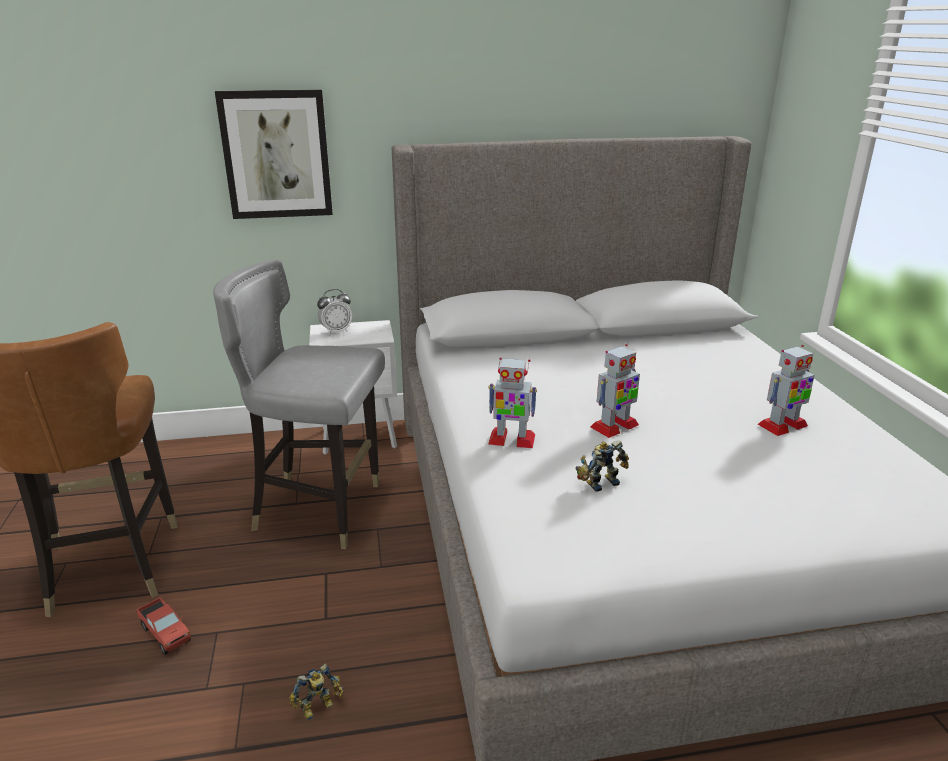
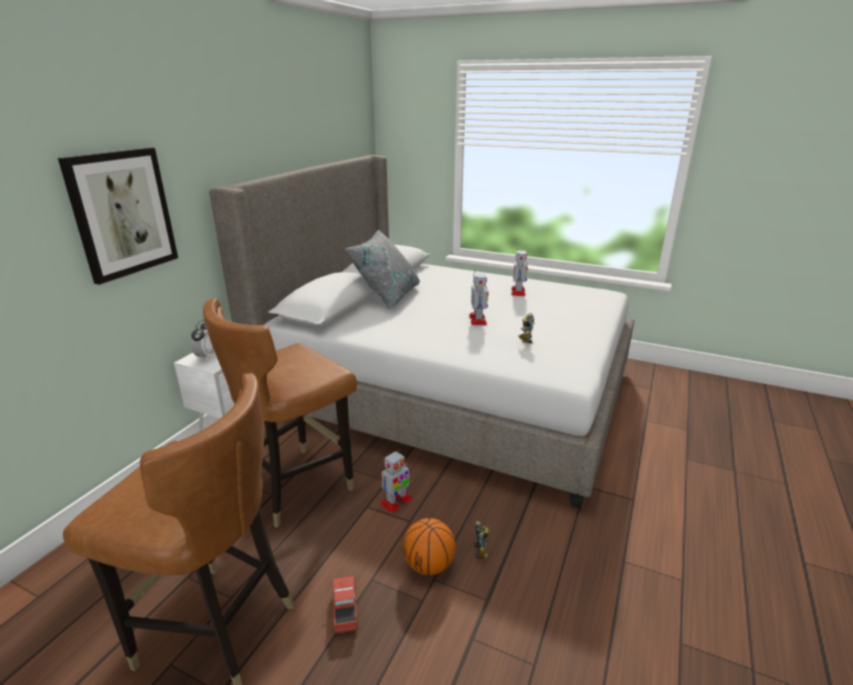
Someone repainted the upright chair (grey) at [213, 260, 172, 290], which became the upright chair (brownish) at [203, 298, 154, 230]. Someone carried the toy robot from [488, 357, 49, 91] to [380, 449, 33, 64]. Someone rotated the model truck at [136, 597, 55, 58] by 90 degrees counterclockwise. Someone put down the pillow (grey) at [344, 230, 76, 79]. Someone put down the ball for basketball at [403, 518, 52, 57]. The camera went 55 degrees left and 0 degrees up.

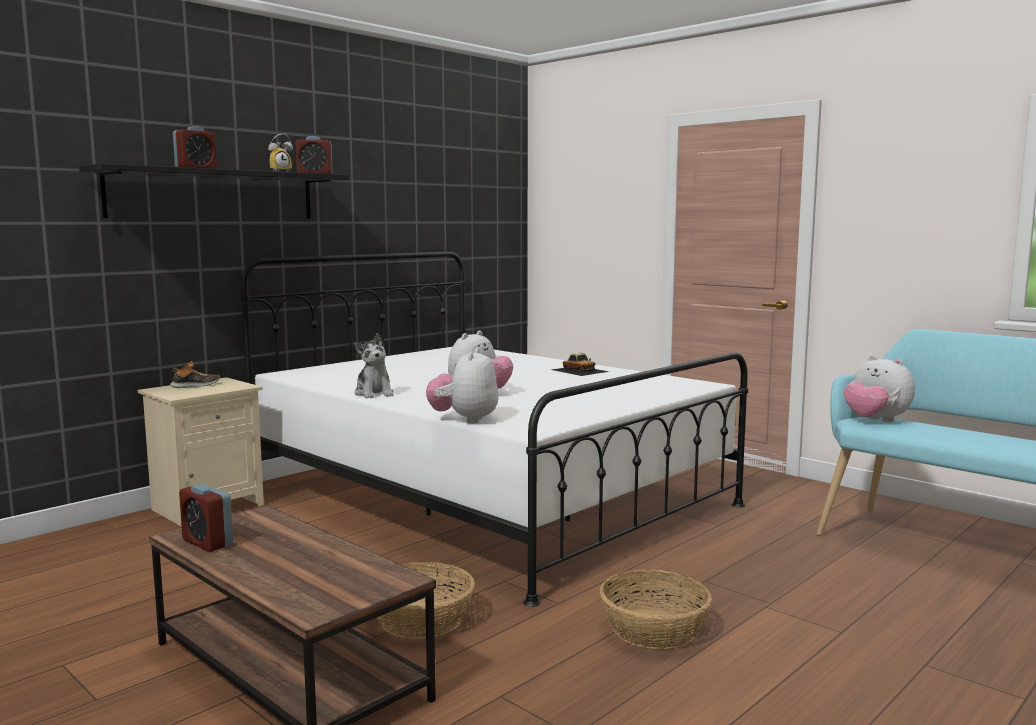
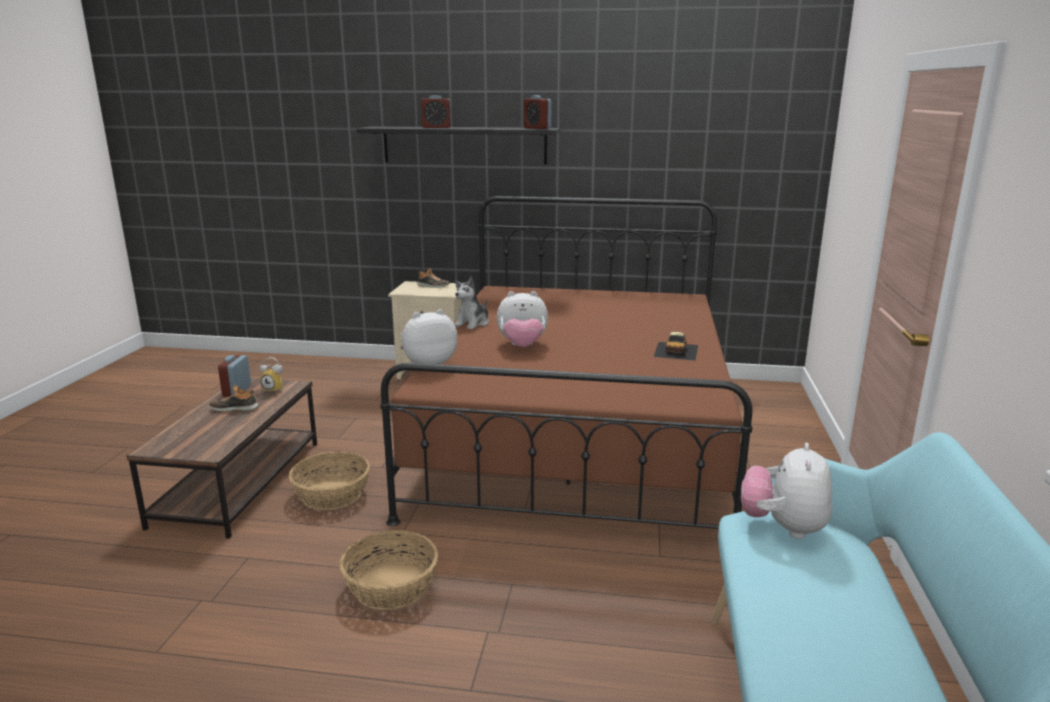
Someone carried the table clock from [268, 134, 25, 38] to [260, 357, 23, 36]. Someone repainted the sleeping bed (white) at [240, 251, 508, 356], which became the sleeping bed (brownish) at [380, 196, 373, 333]. Someone put down the item of footwear at [209, 385, 50, 27]. The camera went 55 degrees right and 10 degrees up.

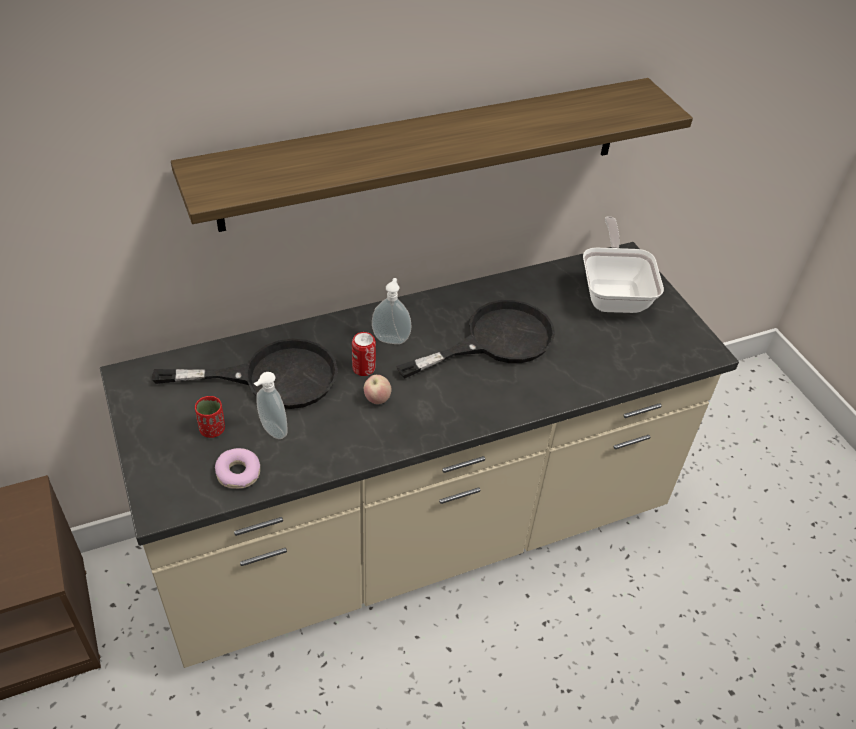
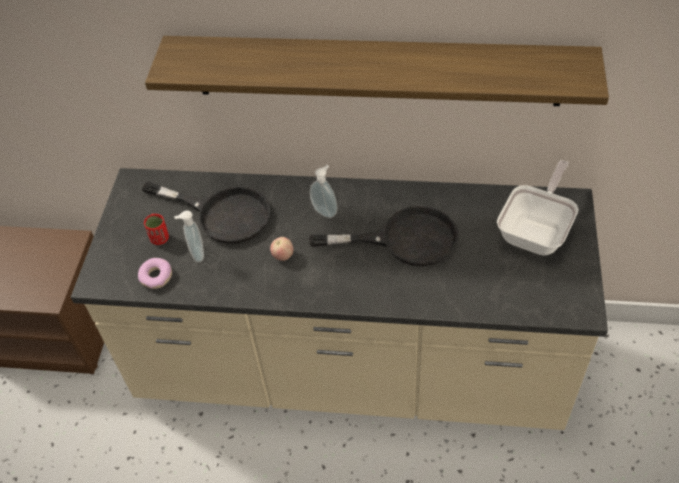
Someone took away the sealed can at [352, 332, 24, 44]. The camera went 35 degrees right and 5 degrees up.

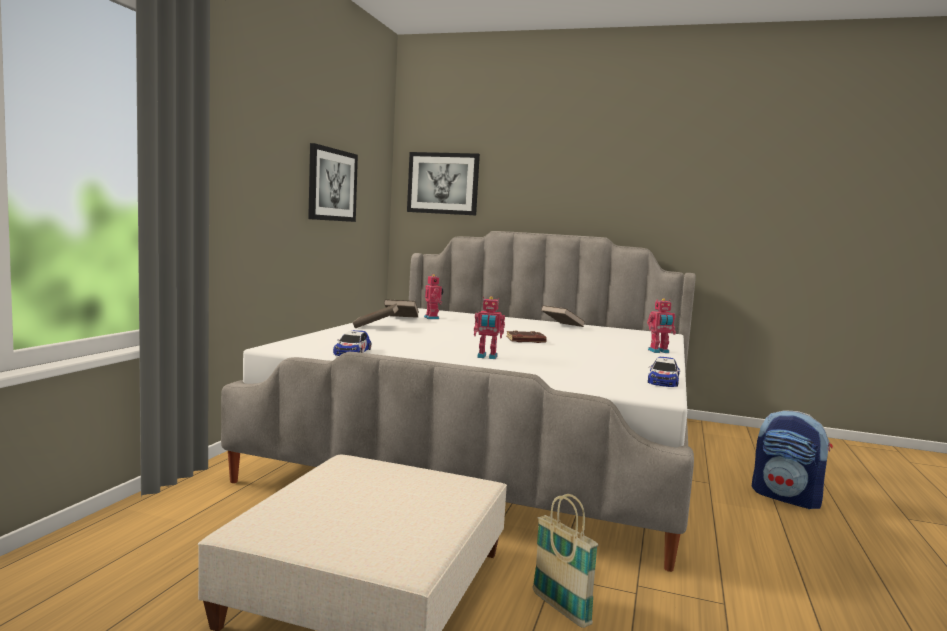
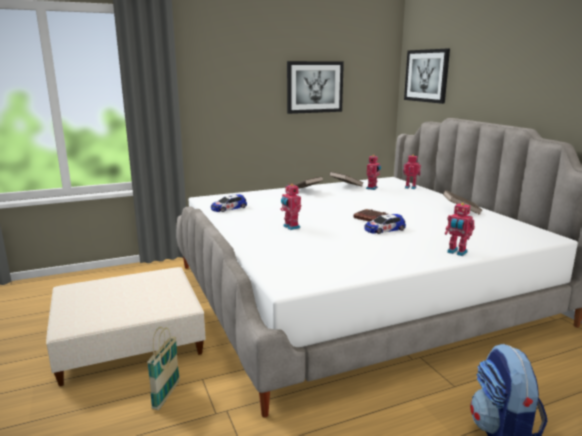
Someone carried the toy car from [648, 357, 32, 30] to [364, 214, 42, 20]. Someone put down the toy robot at [403, 155, 18, 34]. The camera went 50 degrees right and 10 degrees up.

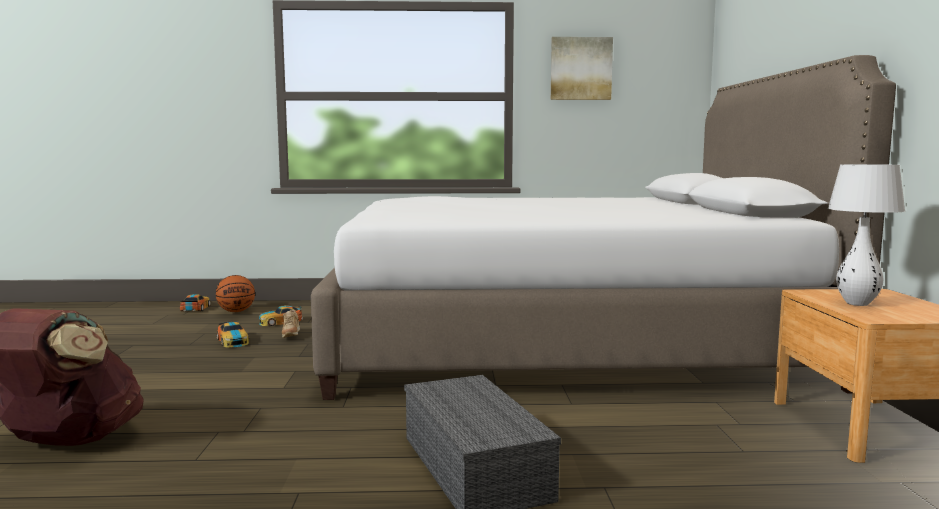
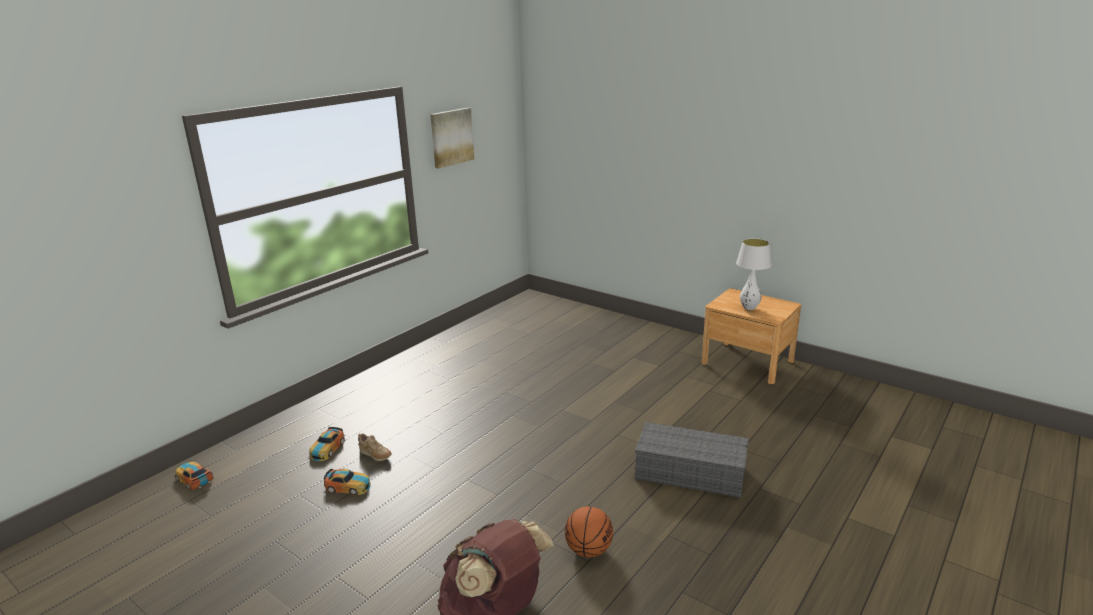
Someone took away the sleeping bed (white) at [311, 55, 585, 345]. Someone carried the ball for basketball from [216, 275, 39, 37] to [565, 506, 48, 51]. The camera went 50 degrees left and 15 degrees up.

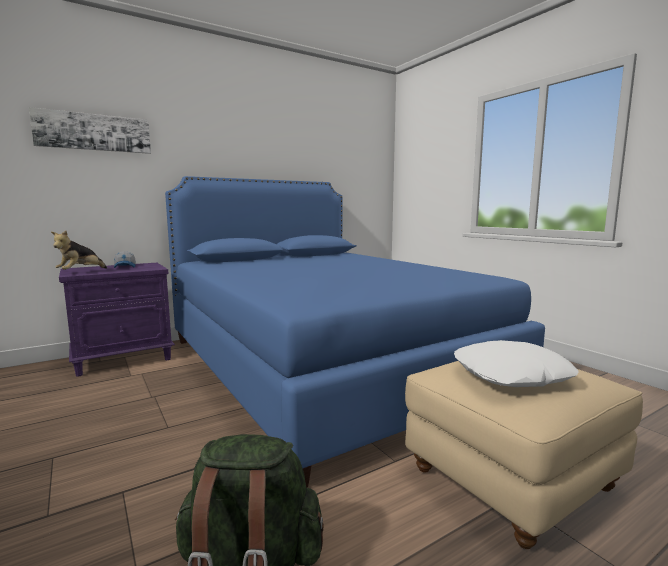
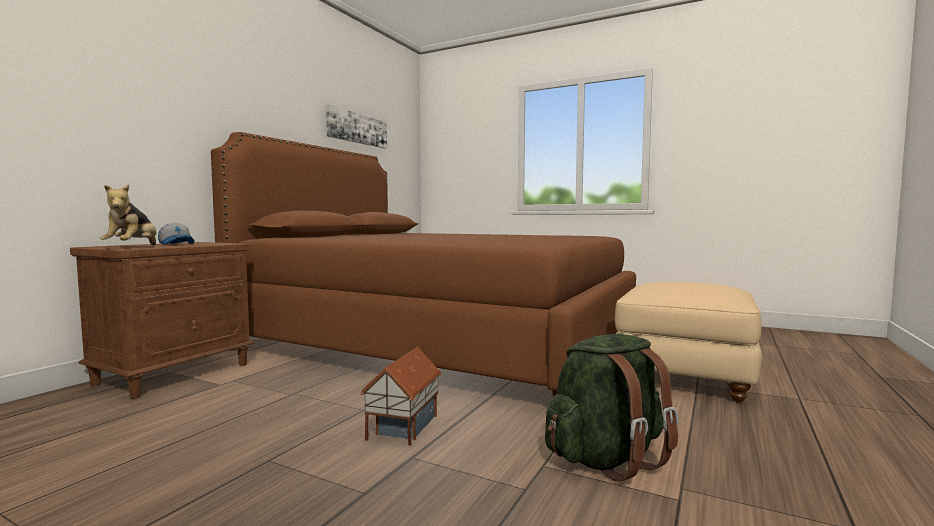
Someone carried the wall picture from [29, 107, 122, 47] to [326, 104, 61, 45]. Someone repainted the sleeping bed (blue-coloured) at [165, 176, 380, 312], which became the sleeping bed (brownish) at [211, 132, 425, 265]. Someone repainted the nightstand (purple) at [59, 263, 116, 114], which became the nightstand (brownish) at [70, 242, 184, 157]. Someone took away the pillow (white) at [454, 340, 125, 47]. Someone put down the miniature house at [360, 347, 82, 98]. The camera went 30 degrees left and 5 degrees down.

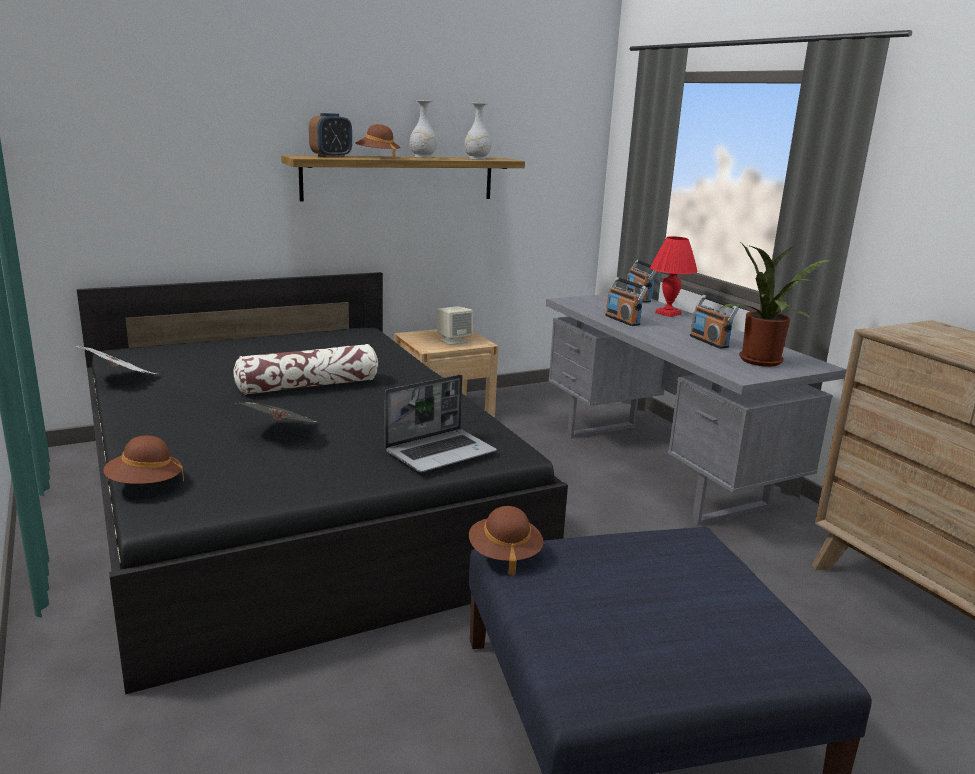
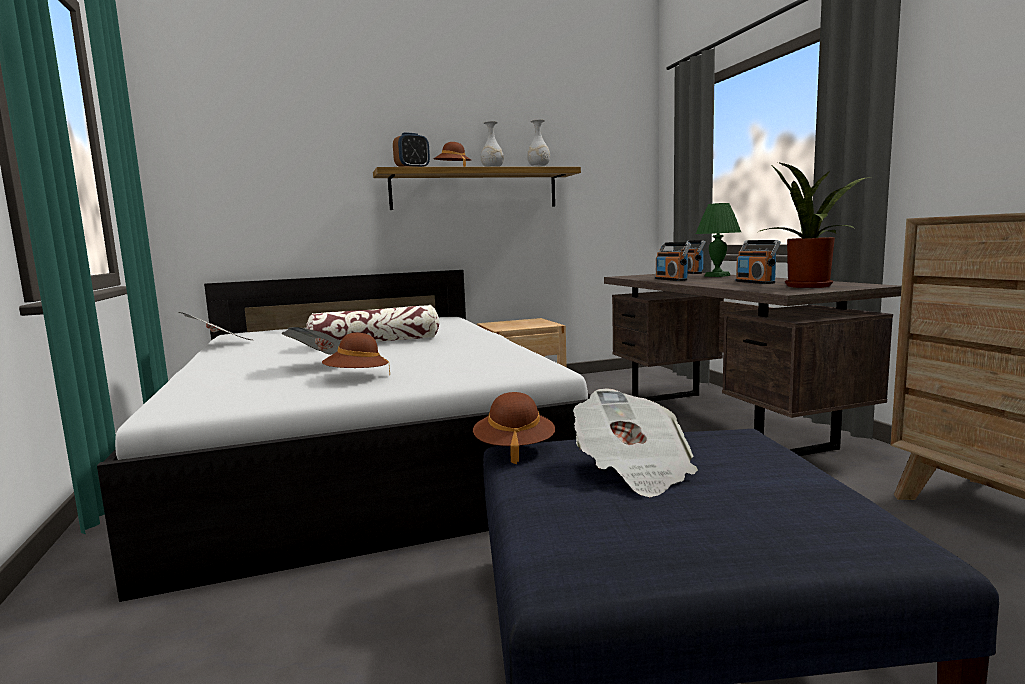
Someone repainted the tabletop lamp (reddish) at [650, 236, 48, 81], which became the tabletop lamp (green) at [696, 203, 45, 74]. Someone repainted the sleeping bed (black-coloured) at [77, 272, 491, 422], which became the sleeping bed (white) at [97, 270, 494, 332]. Someone repainted the desk (grey) at [546, 294, 301, 232], which became the desk (brownish) at [604, 273, 298, 183]. Someone took away the loudspeaker (beige-coloured) at [437, 306, 36, 39]. Someone took away the laptop at [385, 374, 112, 98]. Someone carried the clothing hat (brownish) from [103, 435, 81, 49] to [322, 333, 68, 42]. Someone put down the printed paper at [573, 388, 125, 109]. The camera went 10 degrees right and 10 degrees down.

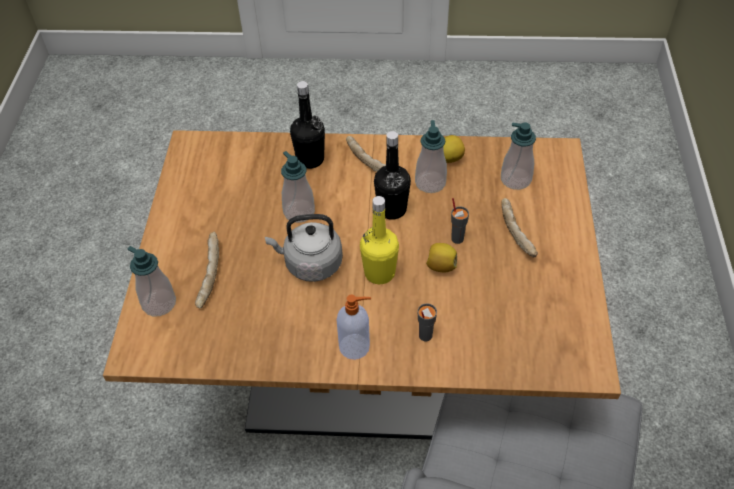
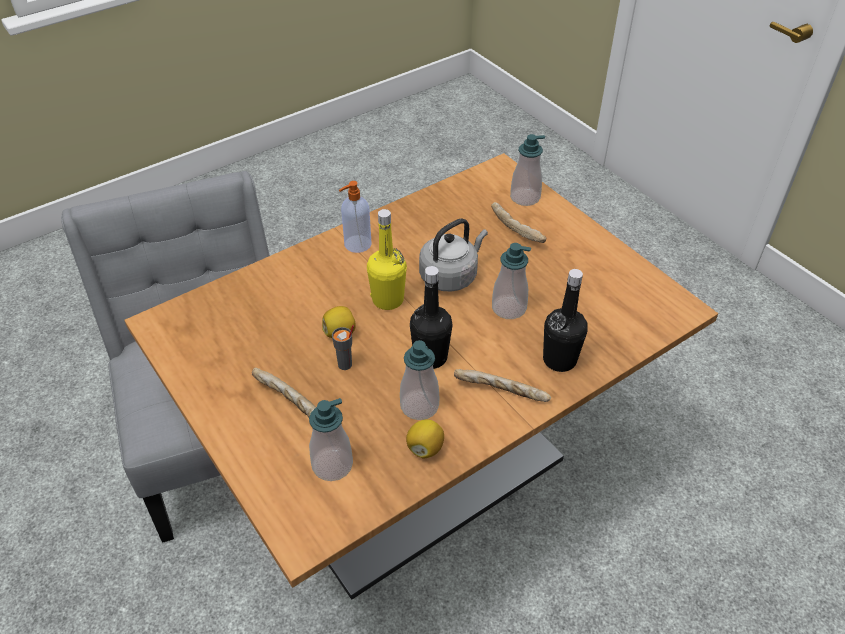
Someone took away the small cup (grey) at [418, 303, 19, 39]. The camera went 140 degrees right and 5 degrees down.

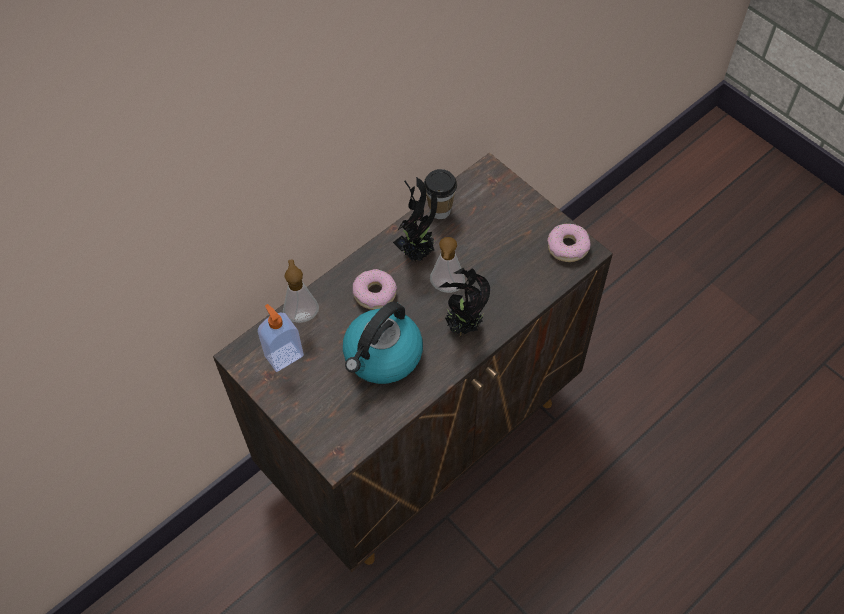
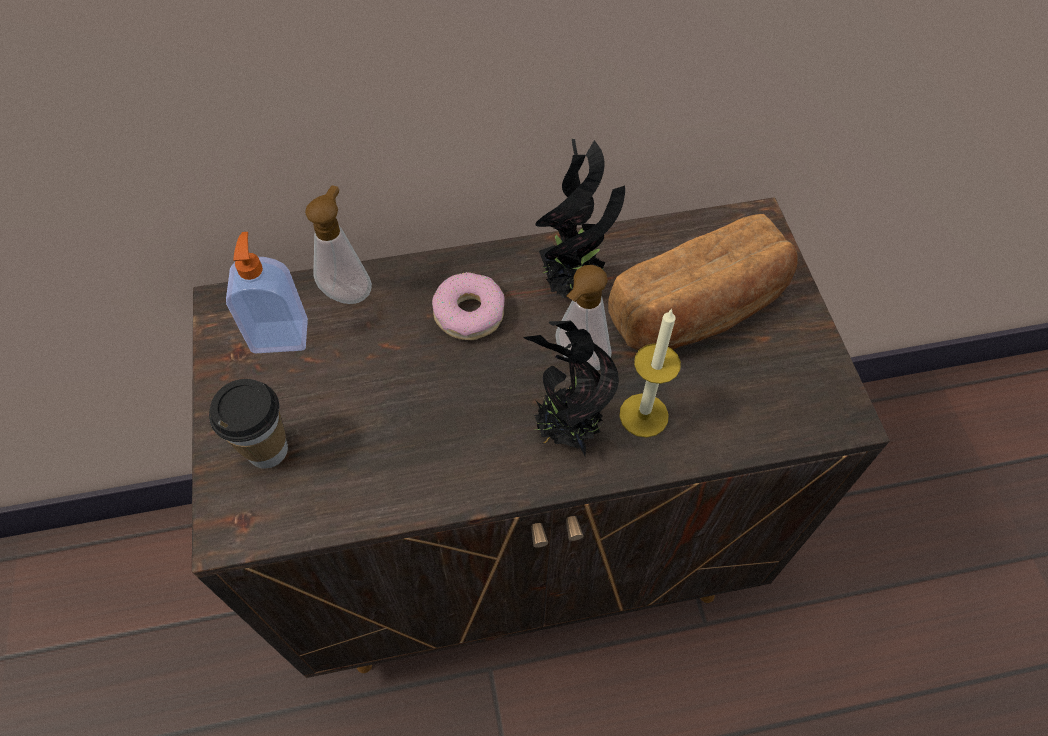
Someone carried the small cup from [424, 169, 33, 50] to [209, 379, 79, 90]. Someone took away the ring doughnut at [547, 224, 43, 38]. Someone took away the kettle at [343, 301, 80, 83]. Someone put down the baked bread at [608, 214, 190, 136]. Someone put down the wax candle at [619, 309, 62, 128]. The camera went 30 degrees right and 0 degrees up.

